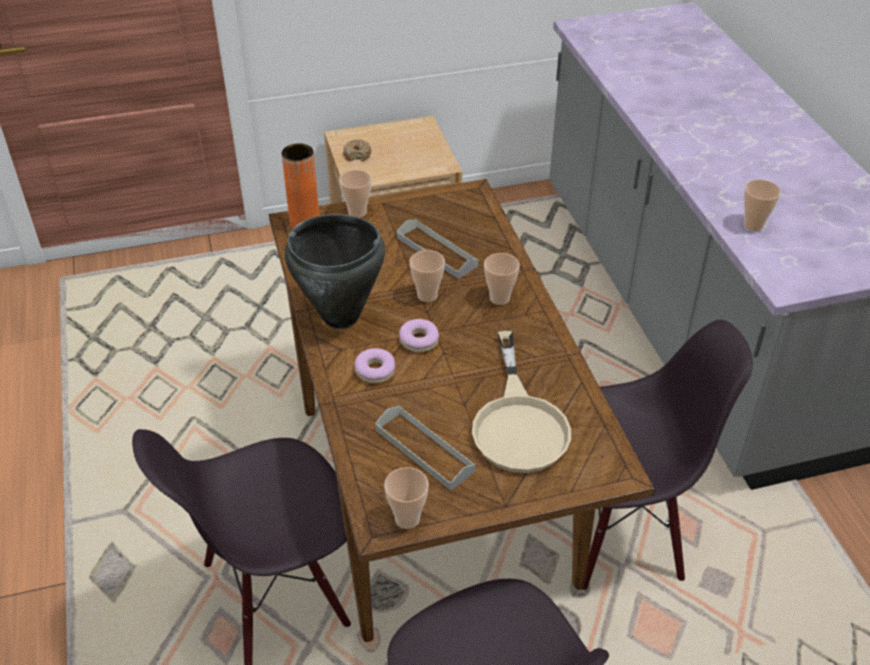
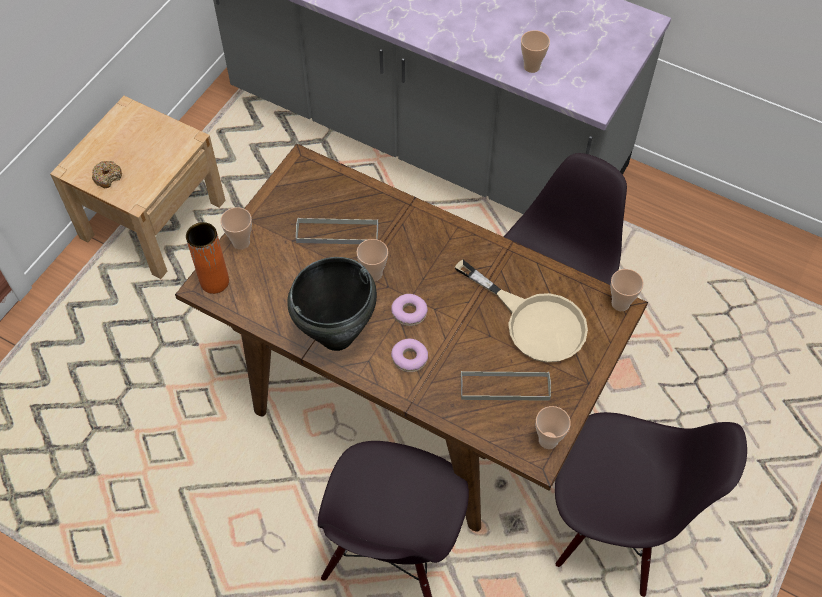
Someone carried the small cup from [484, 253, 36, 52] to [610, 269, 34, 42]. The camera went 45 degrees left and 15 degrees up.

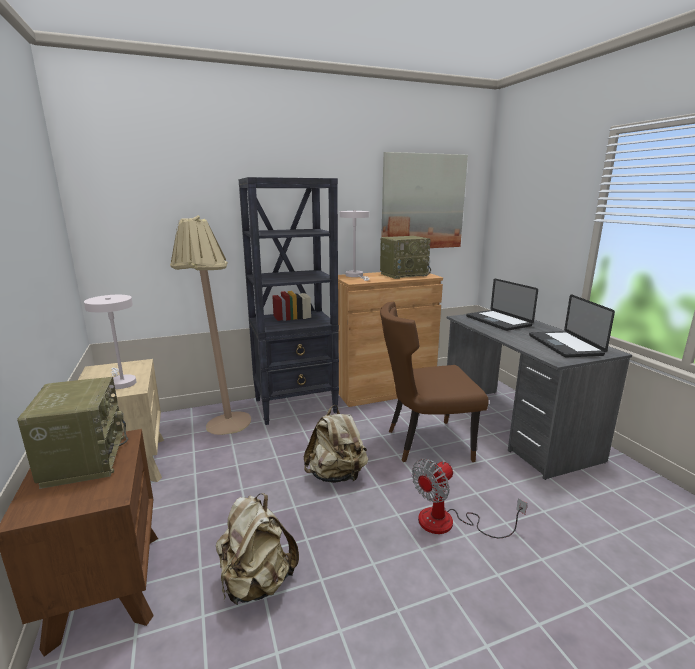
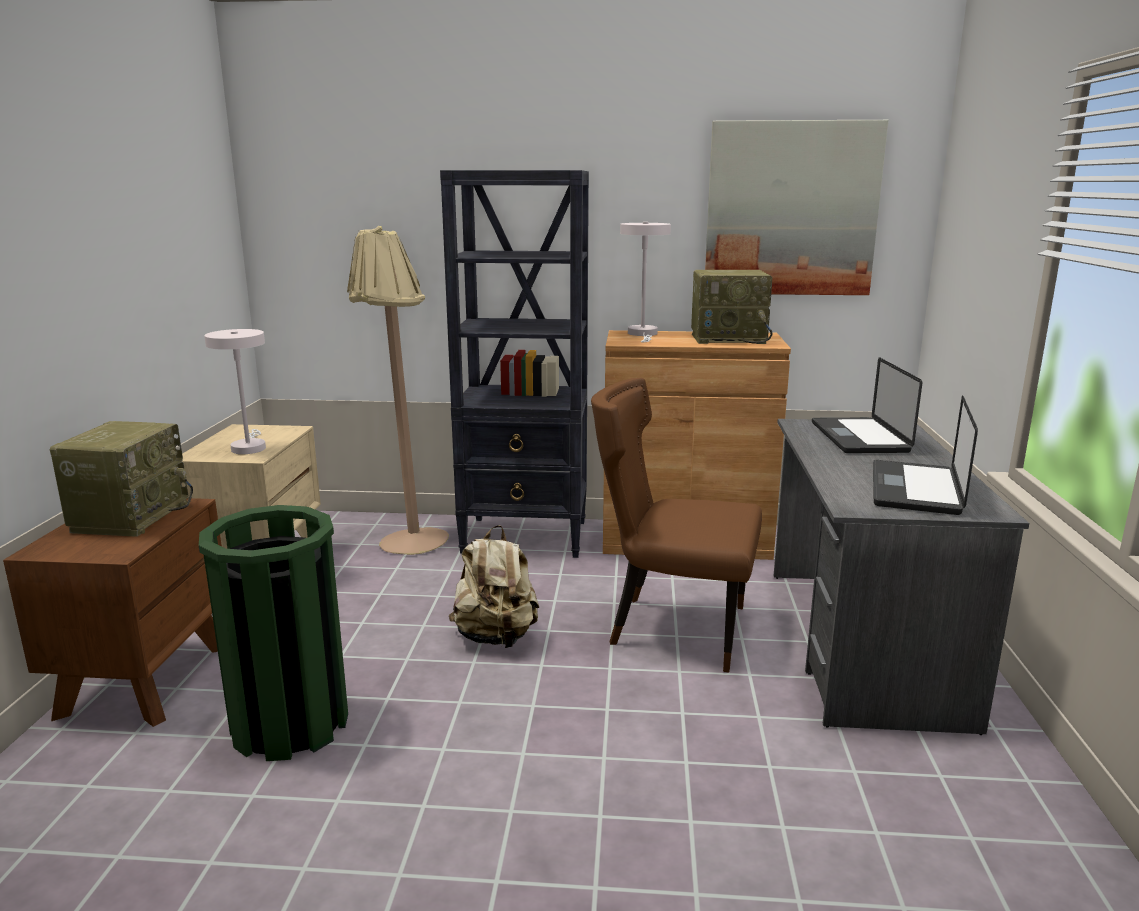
Someone took away the electric fan at [412, 459, 115, 79]. Someone swapped the backpack (beige-coloured) at [216, 493, 83, 112] for the waste bin (green) at [199, 505, 149, 256]. The camera went 25 degrees right and 0 degrees up.

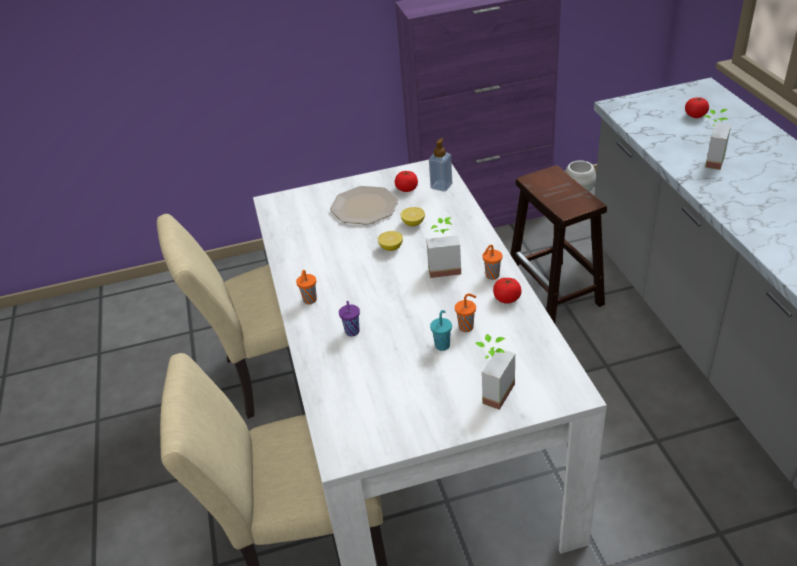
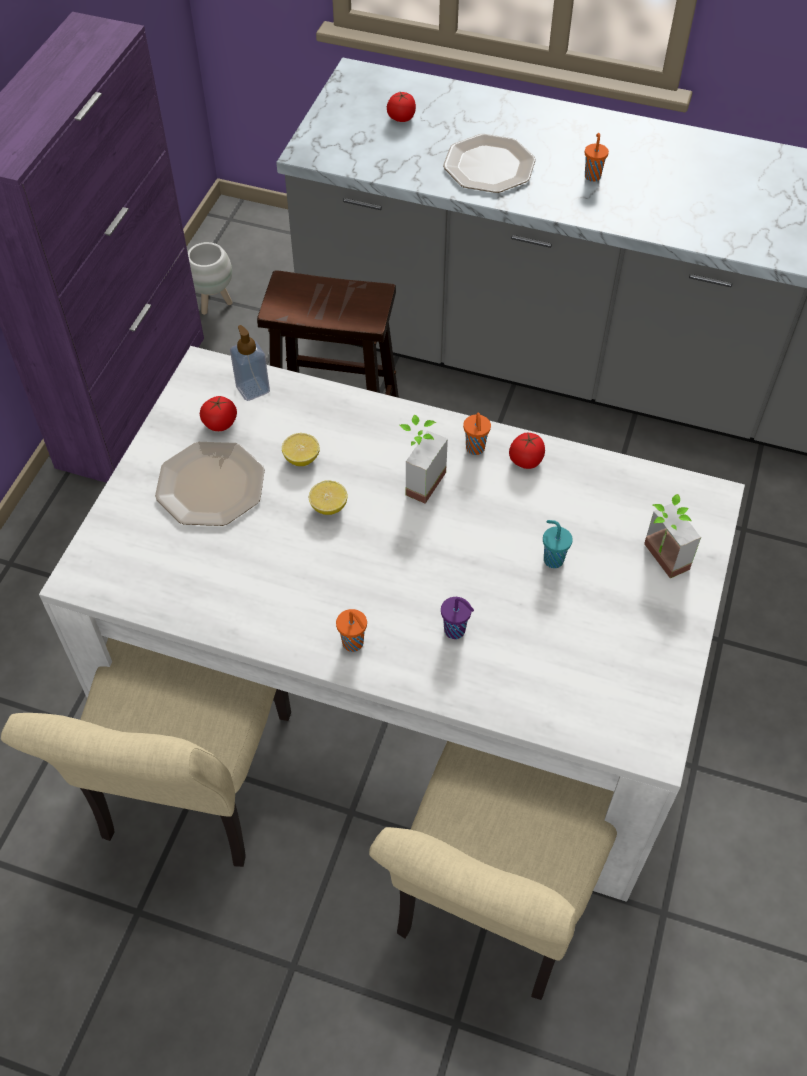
Someone swapped the houseplant at [704, 109, 27, 61] for the dinner plate at [443, 134, 93, 59]. Someone carried the small cup (orangey) from [455, 293, 21, 39] to [585, 133, 24, 49]. The camera went 60 degrees left and 15 degrees up.

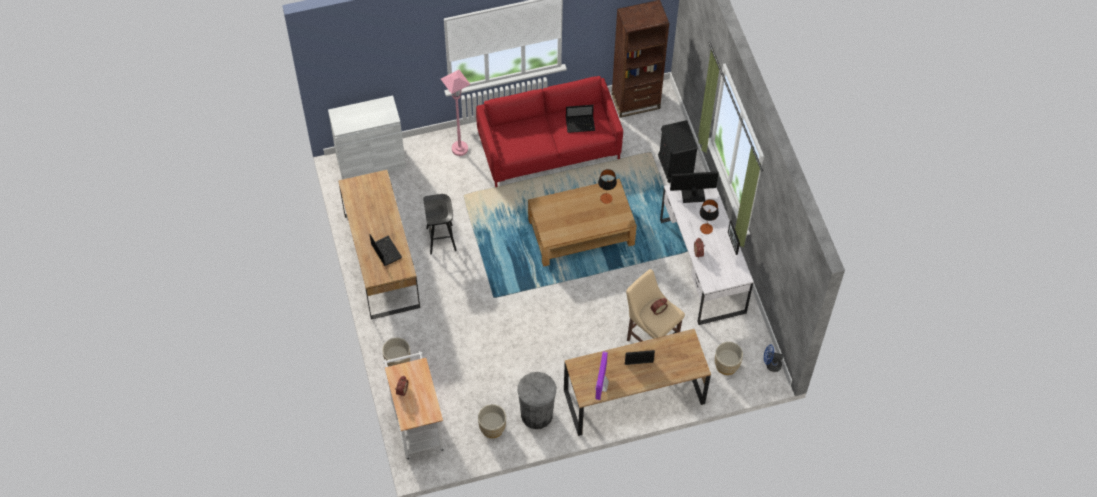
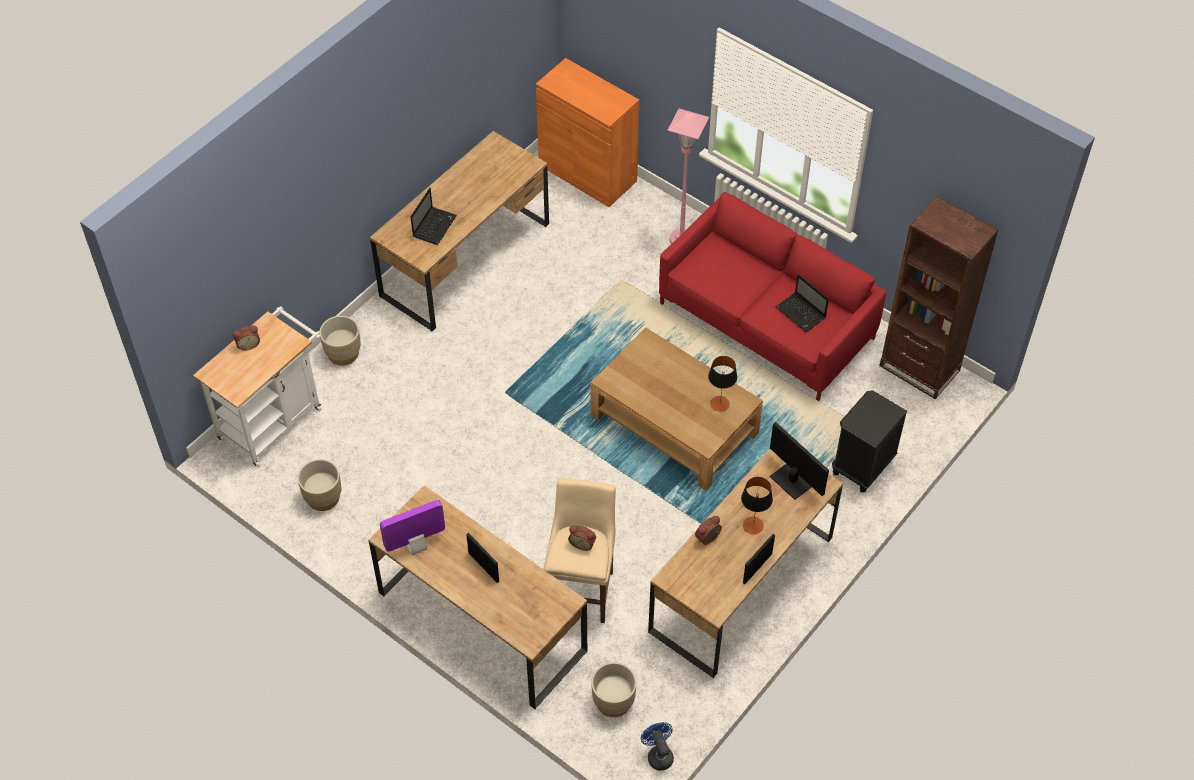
Someone repainted the storage cabinet (white) at [328, 96, 78, 84], which became the storage cabinet (orangey) at [536, 58, 103, 149]. Someone repainted the desk (white) at [660, 185, 94, 140], which became the desk (brownish) at [648, 449, 195, 229]. Someone took away the stool (black-coloured) at [423, 194, 34, 60]. Someone took away the waste bin (grey) at [517, 372, 39, 57]. The camera went 55 degrees right and 5 degrees down.

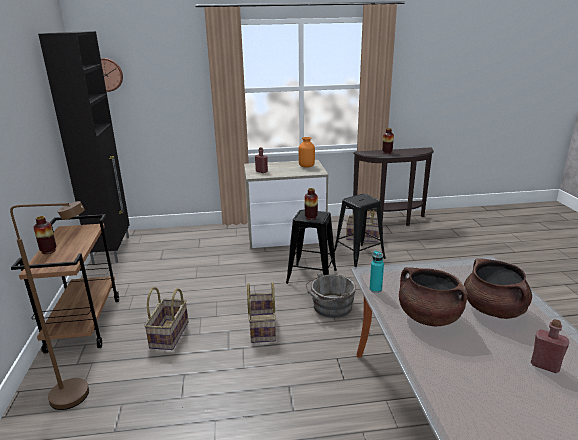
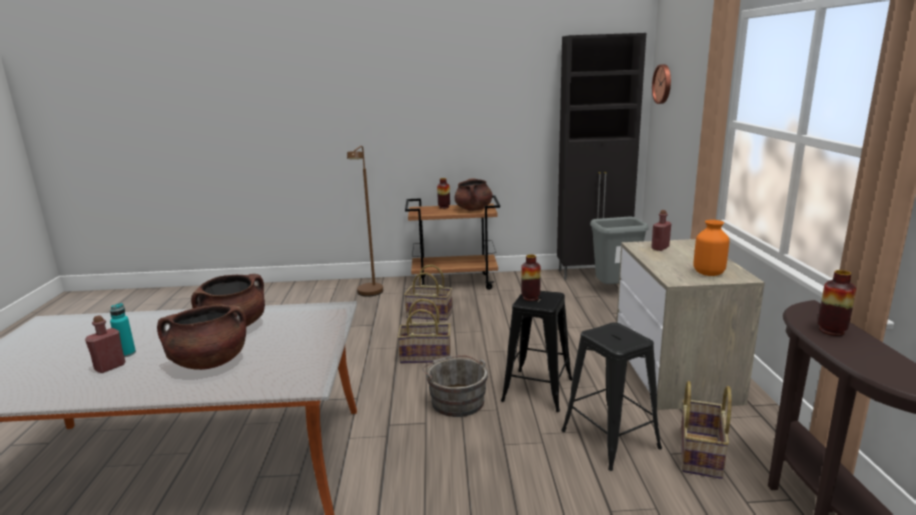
Someone carried the drink bottle (turquoise-coloured) from [370, 251, 14, 42] to [110, 303, 26, 54]. Someone put down the stockpot (brownish) at [454, 178, 38, 33]. Someone put down the waste bin (grey) at [590, 217, 58, 67]. The camera went 95 degrees right and 5 degrees down.

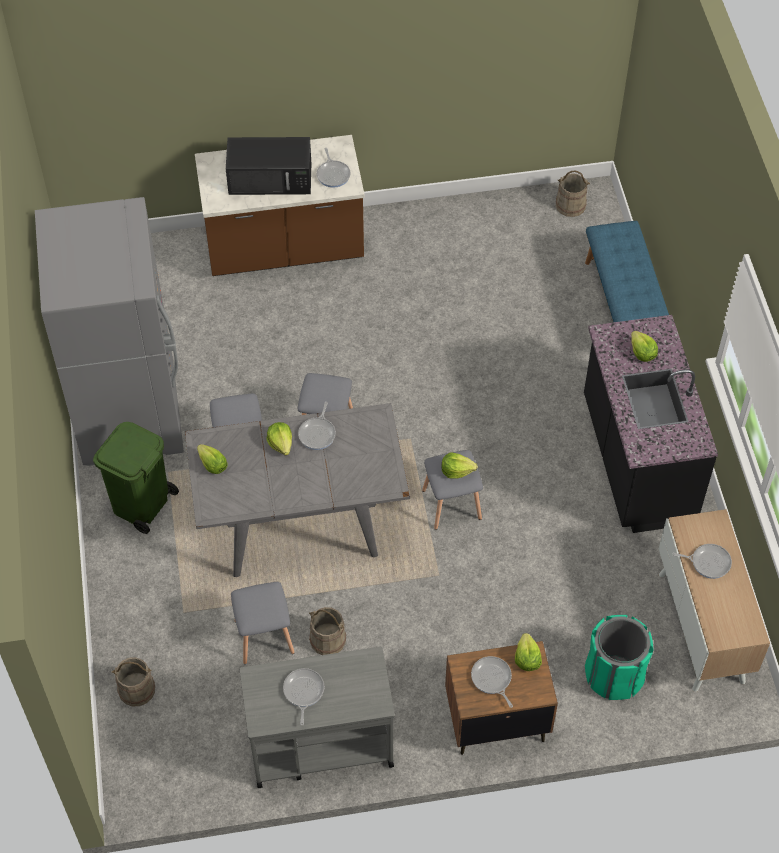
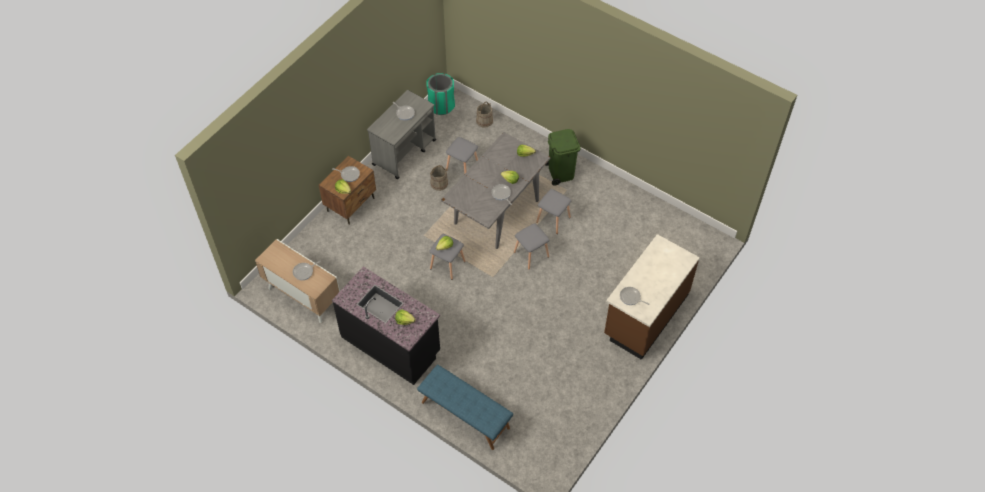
Someone took away the kitchen microwave (black-coloured) at [226, 137, 85, 58]. Someone took away the water bucket (beige-coloured) at [556, 171, 34, 46]. Someone took away the fridge (grey) at [35, 197, 149, 269]. Someone carried the waste bin (green) from [585, 615, 69, 85] to [426, 73, 29, 42]. The camera went 135 degrees right and 0 degrees up.

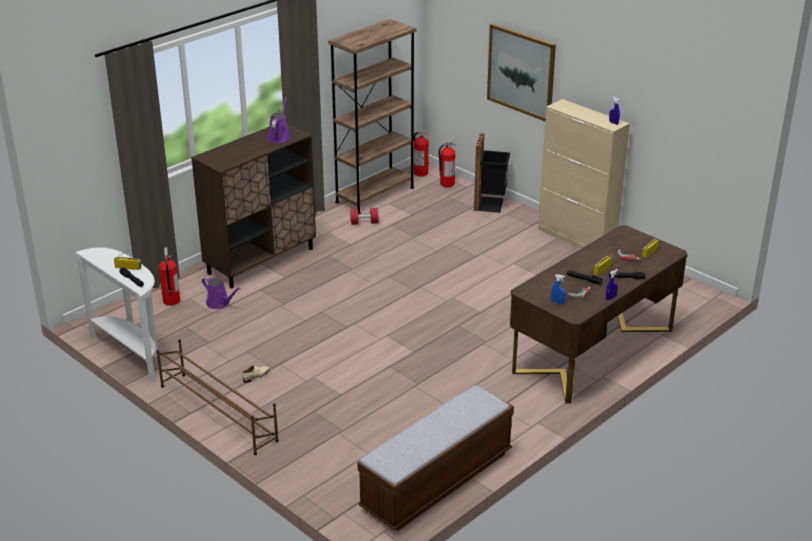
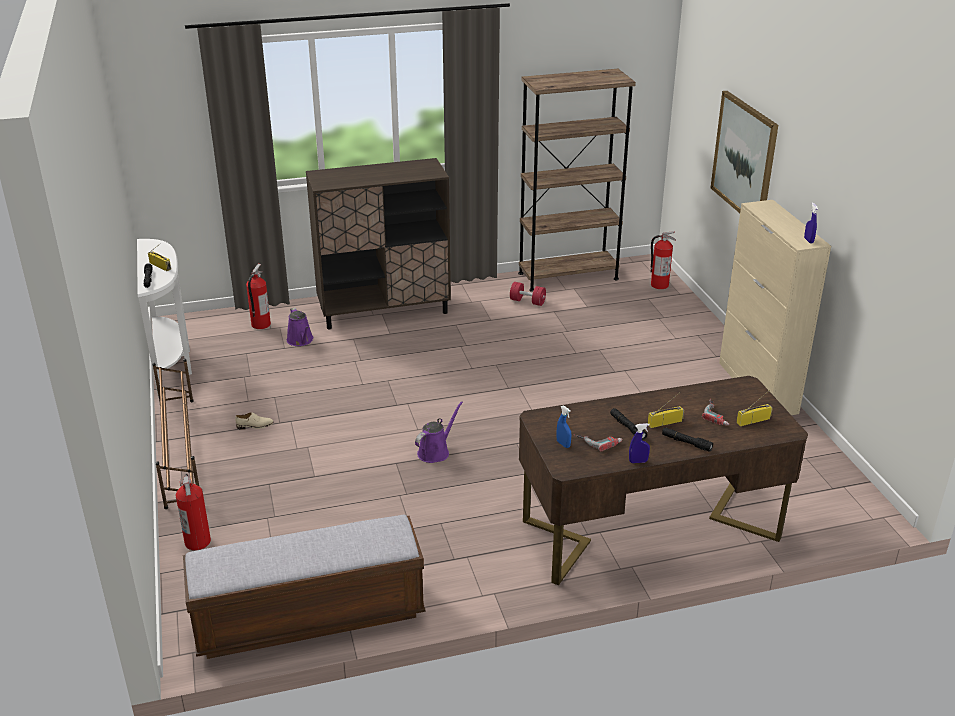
Someone carried the watering can (purple) from [267, 97, 24, 46] to [415, 401, 48, 62]. Someone carried the extinguisher from [414, 131, 15, 46] to [176, 474, 35, 76]. Someone took away the waste bin (black-coloured) at [474, 133, 36, 80]. The camera went 30 degrees right and 0 degrees up.

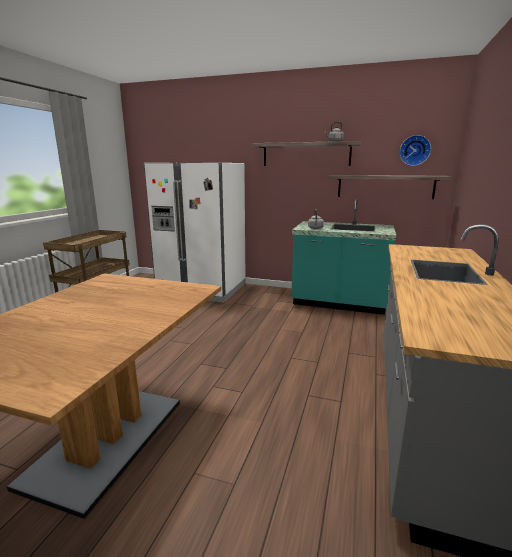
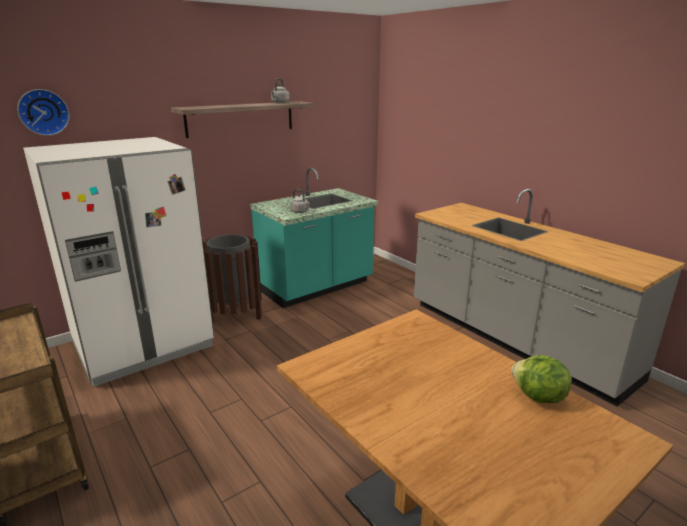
Someone carried the clock on the wall from [399, 135, 32, 31] to [17, 89, 53, 47]. Someone took away the shelf at [328, 175, 123, 24]. Someone put down the waste bin (brownish) at [203, 234, 59, 90]. Someone put down the lettuce head at [511, 355, 61, 48]. The camera went 55 degrees left and 5 degrees up.

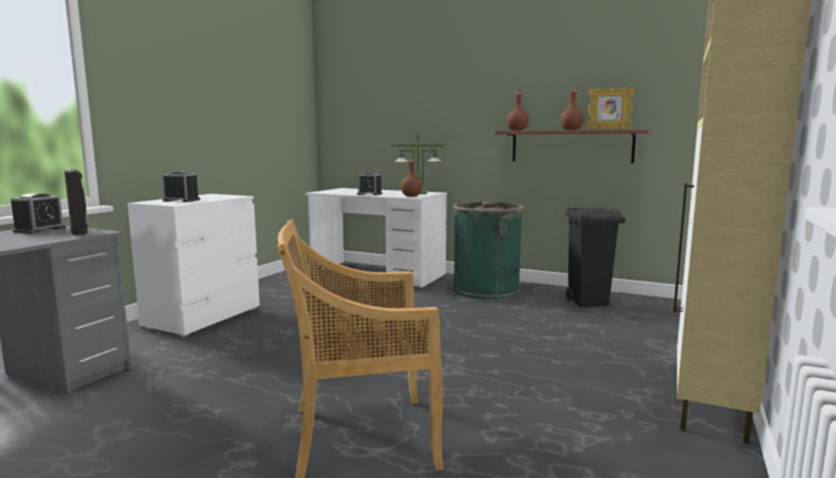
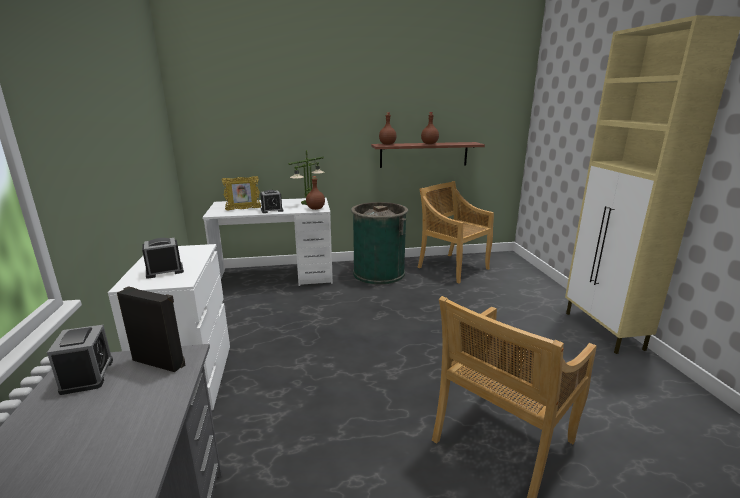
Someone carried the photo frame from [586, 87, 49, 43] to [221, 176, 40, 34]. Someone swapped the waste bin (black-coloured) at [565, 207, 60, 100] for the upright chair (beige-coloured) at [417, 181, 77, 103]. The camera went 35 degrees left and 10 degrees up.

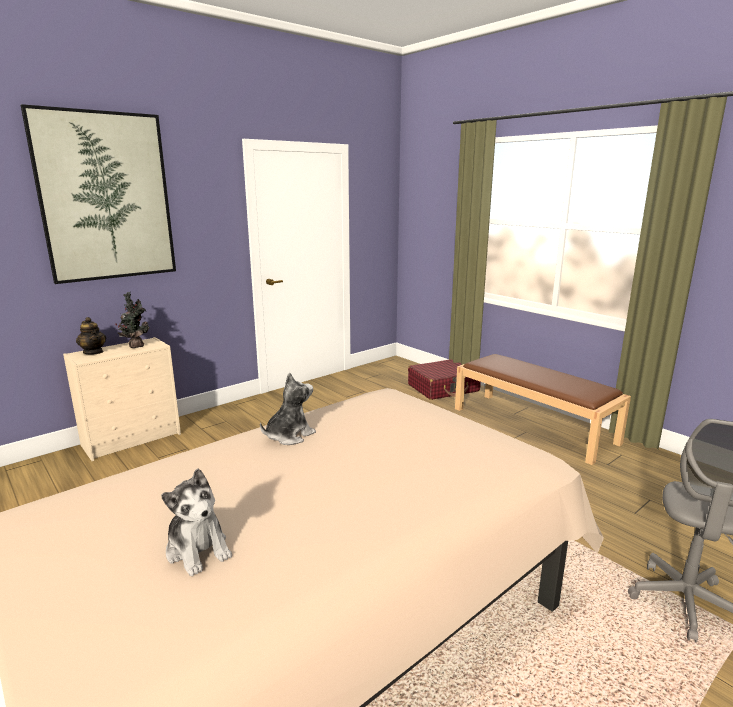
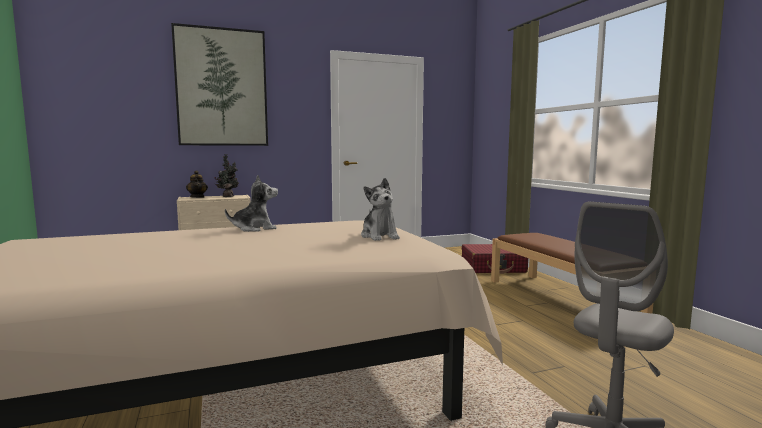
Someone carried the cuddly toy from [161, 469, 71, 107] to [361, 178, 39, 63]. The camera went 20 degrees right and 10 degrees down.

